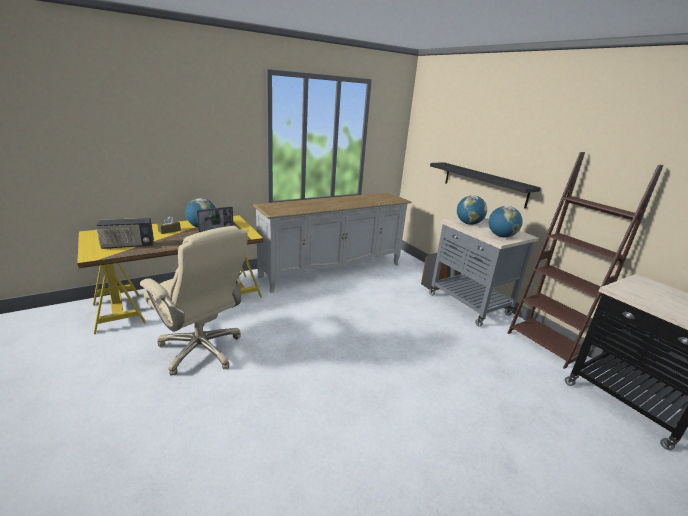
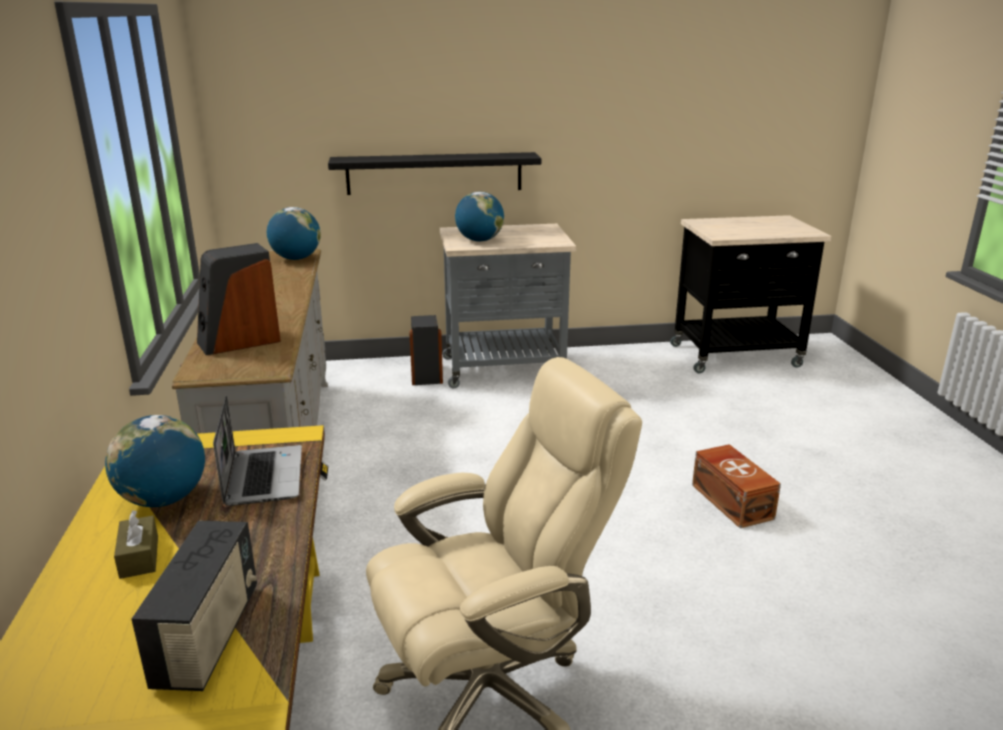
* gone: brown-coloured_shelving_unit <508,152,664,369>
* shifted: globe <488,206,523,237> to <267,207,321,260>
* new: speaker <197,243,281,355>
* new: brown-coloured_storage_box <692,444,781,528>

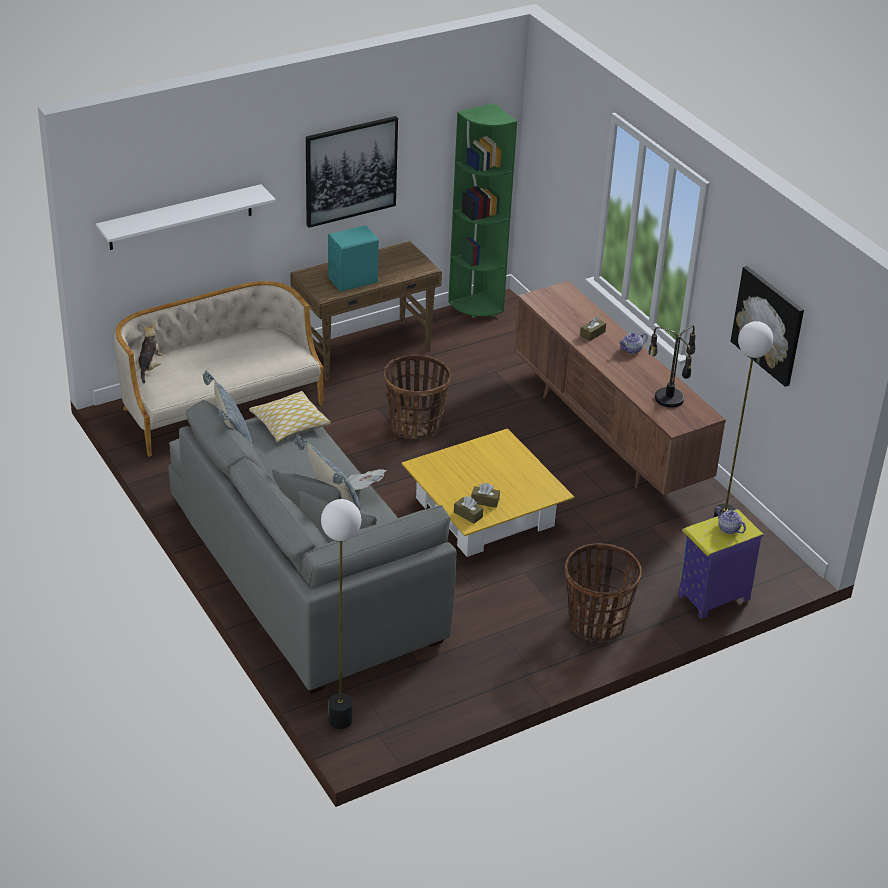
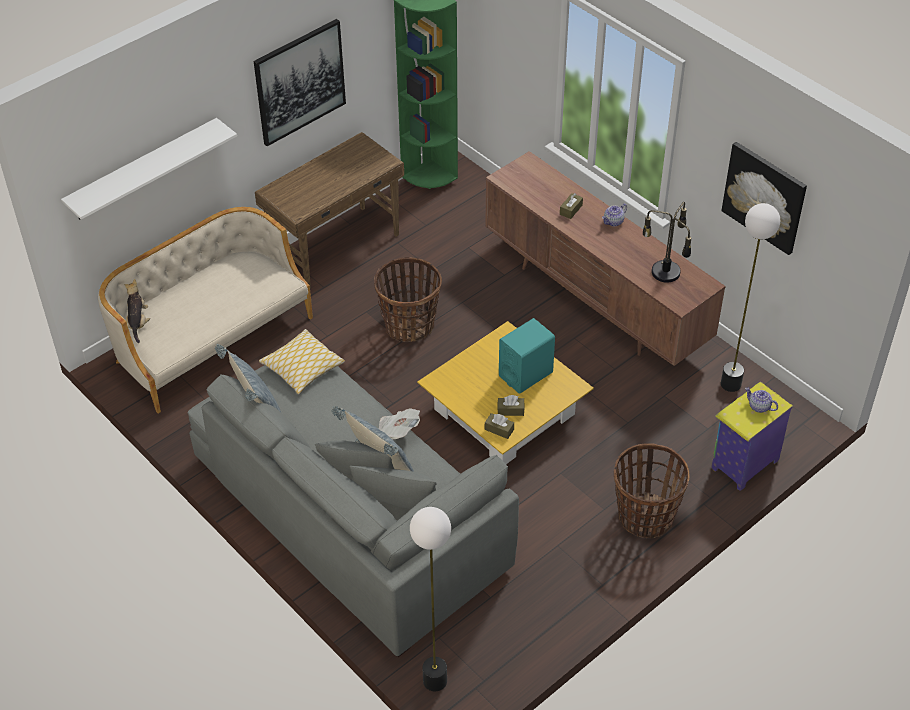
* shifted: turquoise_speaker <328,225,379,292> to <499,318,555,394>

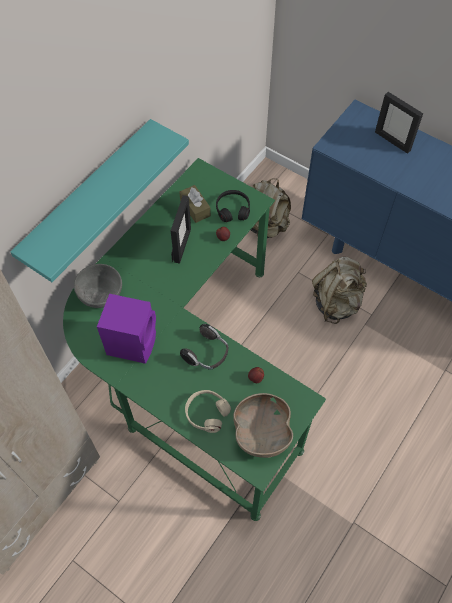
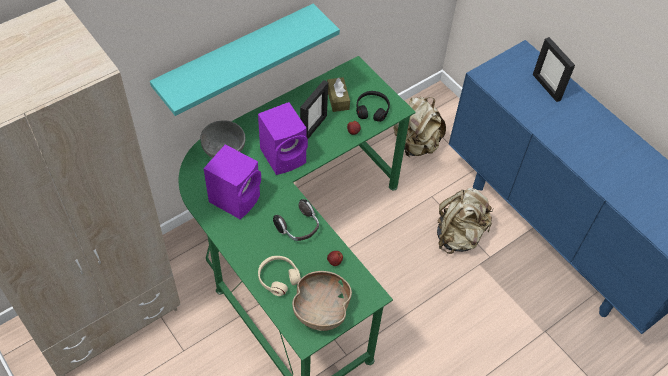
* new: purple_speaker <258,102,308,175>

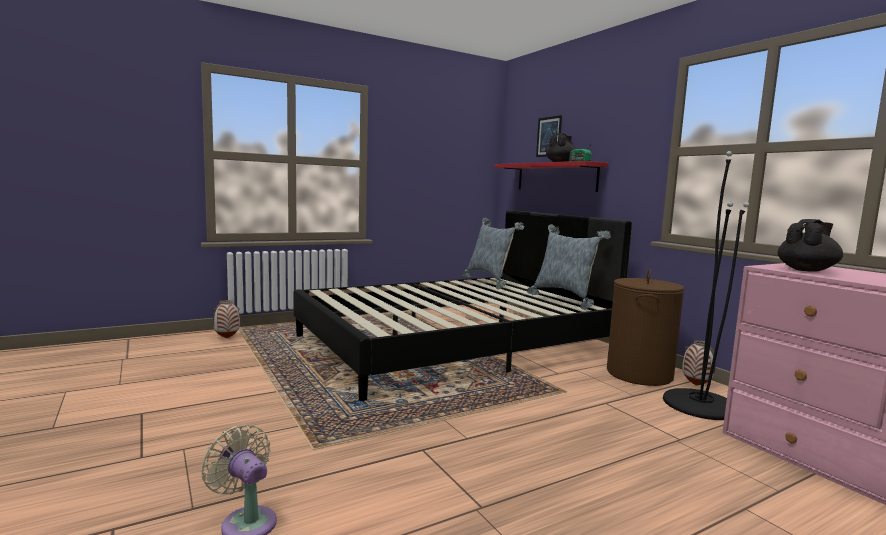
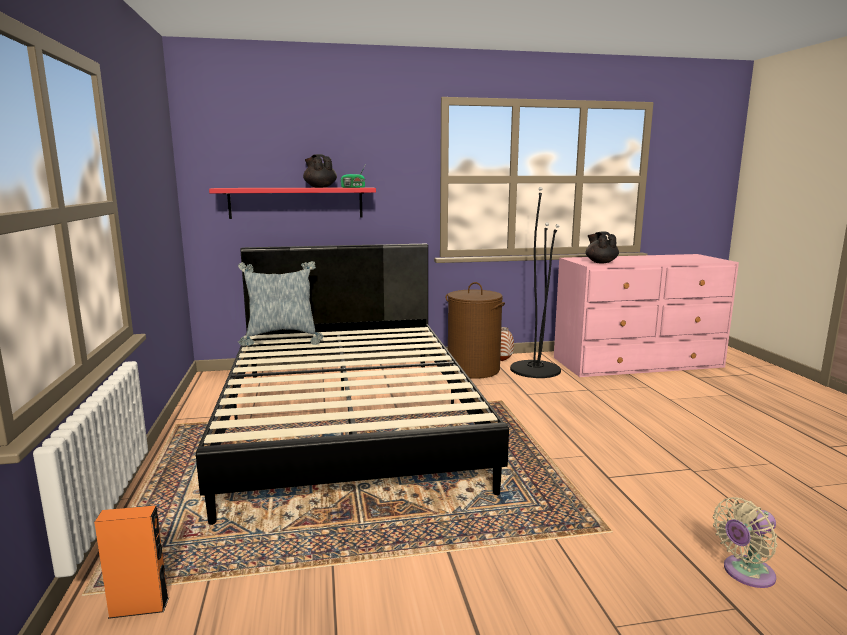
* gone: picture <536,115,562,157>
* gone: throw_pillow <527,224,611,310>
* swapped: flower_vase <213,300,240,338> to orangey_speaker <94,505,169,619>

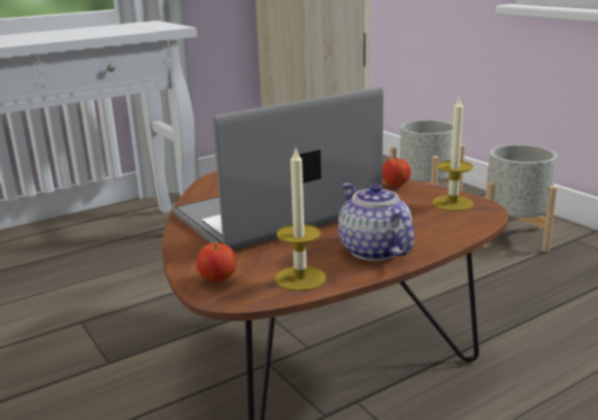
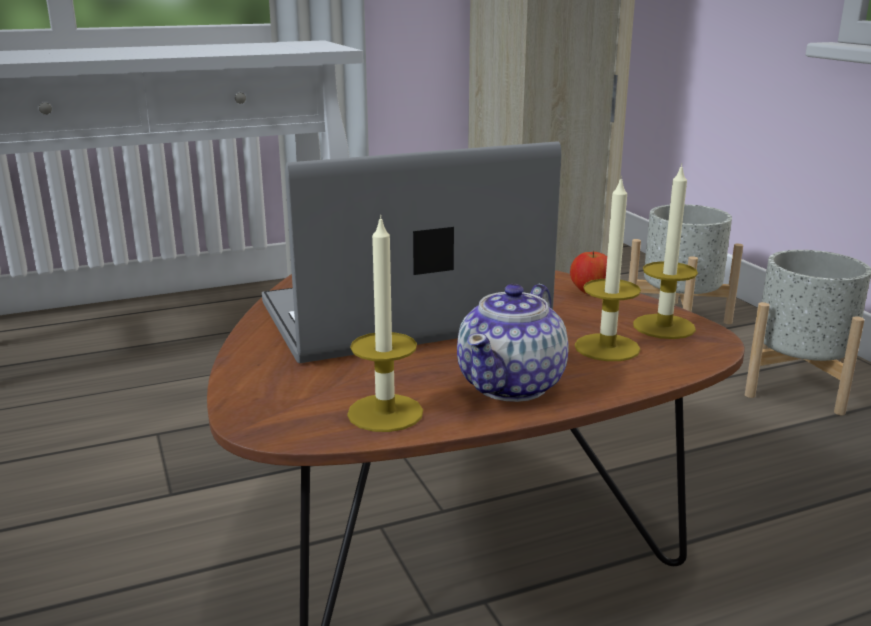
* rotated: teapot <338,183,414,261> = <457,284,568,402> 135 degrees counterclockwise
* gone: whole_apple <197,243,236,283>
* new: wax_candle <575,176,641,361>

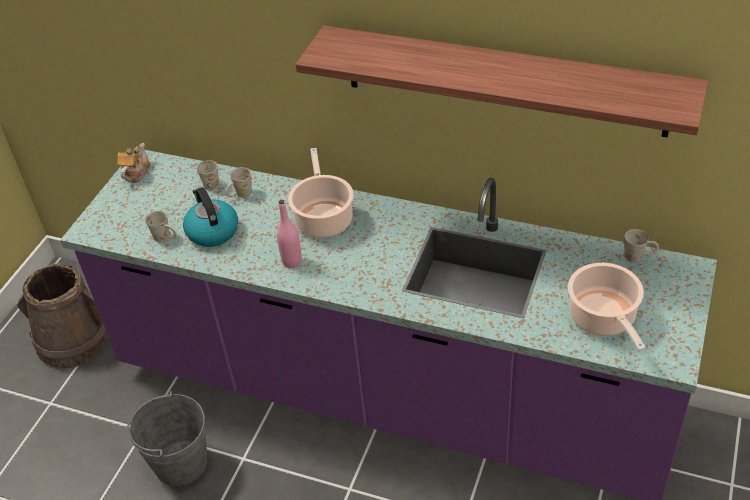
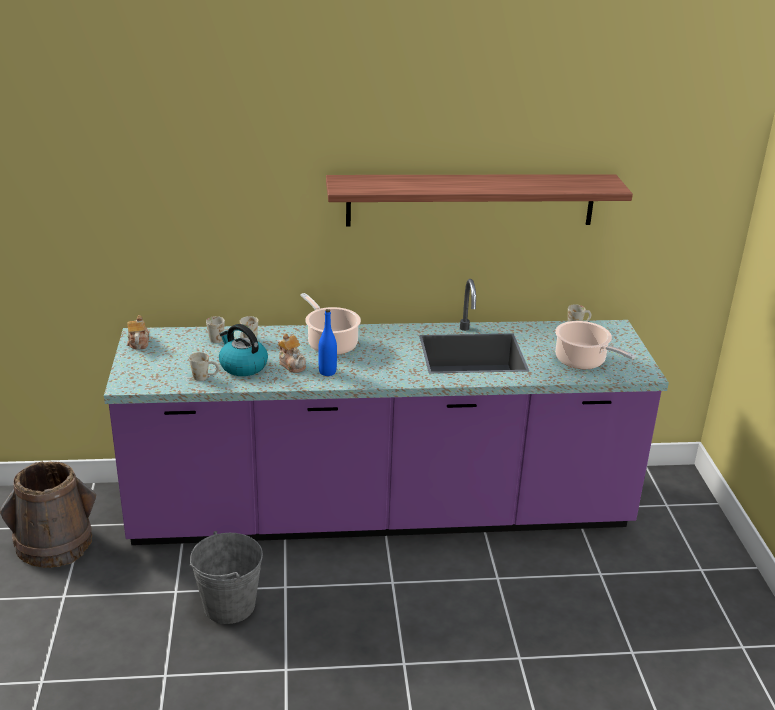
* repainted: pink-coloured_bottle <277,200,302,268> to blue-coloured_bottle <318,309,337,376>
* new: teapot <278,333,306,373>

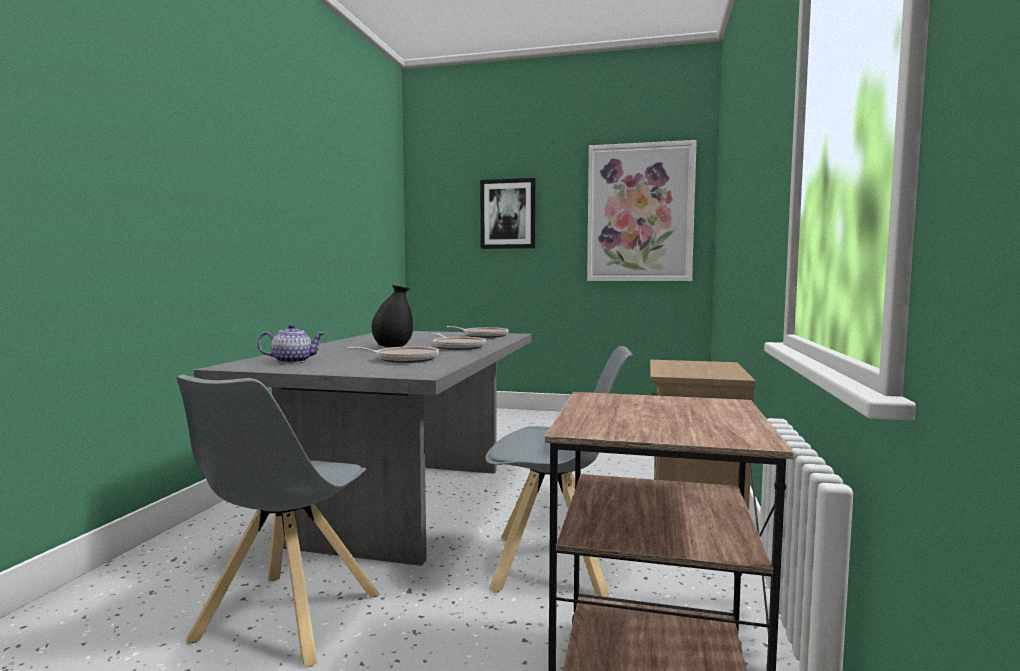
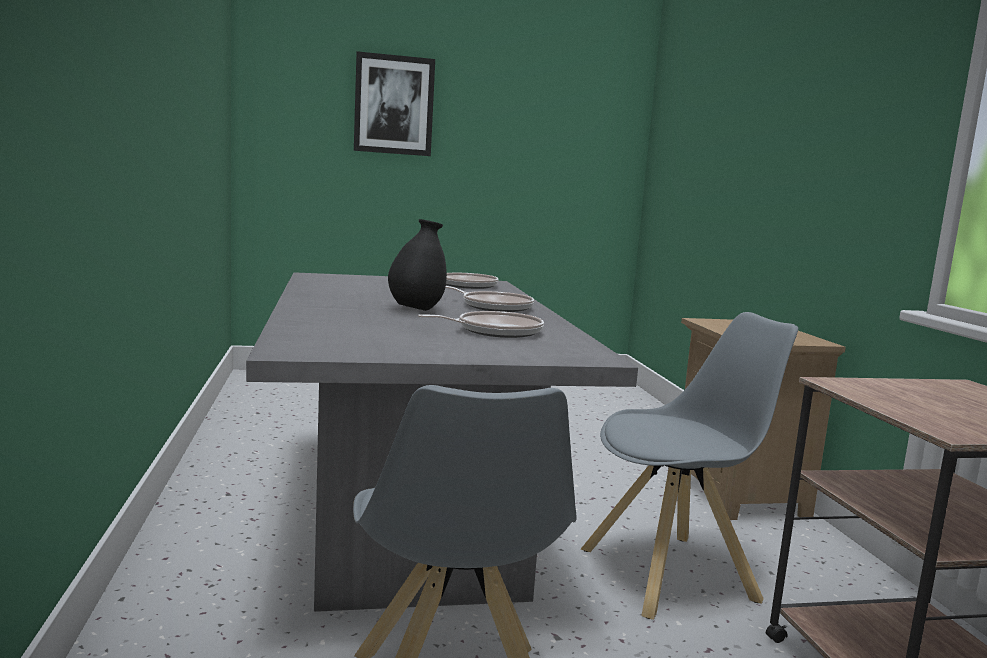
* gone: picture <587,140,697,281>
* gone: teapot <257,324,325,363>

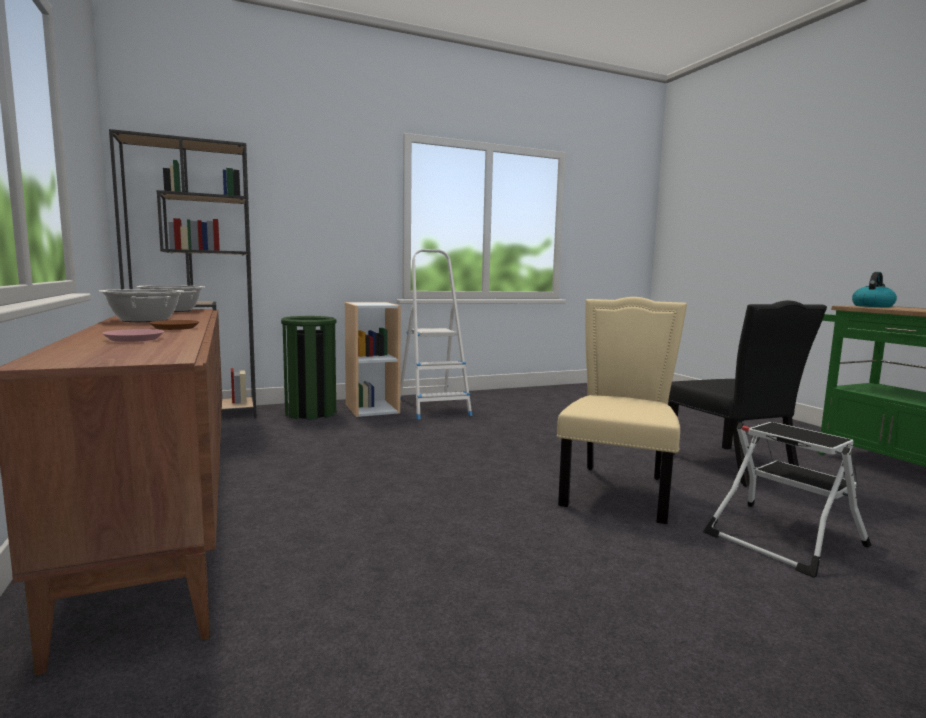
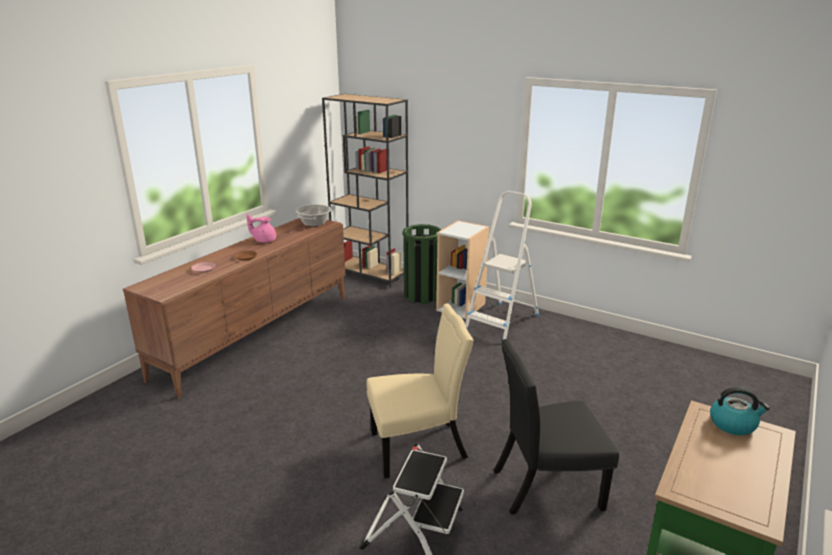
* swapped: saucepot <98,289,185,322> to pink-coloured_teapot <246,214,276,242>
* rotated: black_chair <668,300,827,487> = <493,339,619,515> 45 degrees clockwise

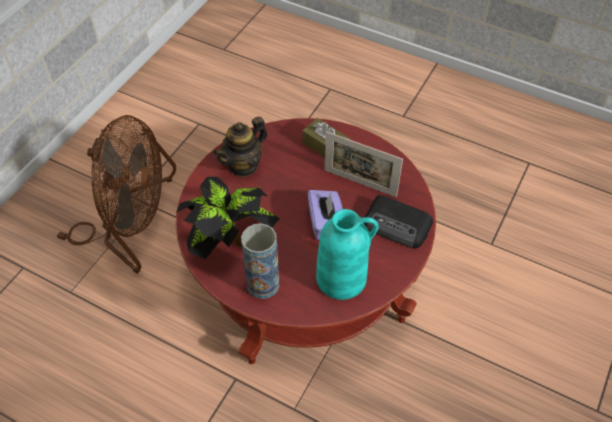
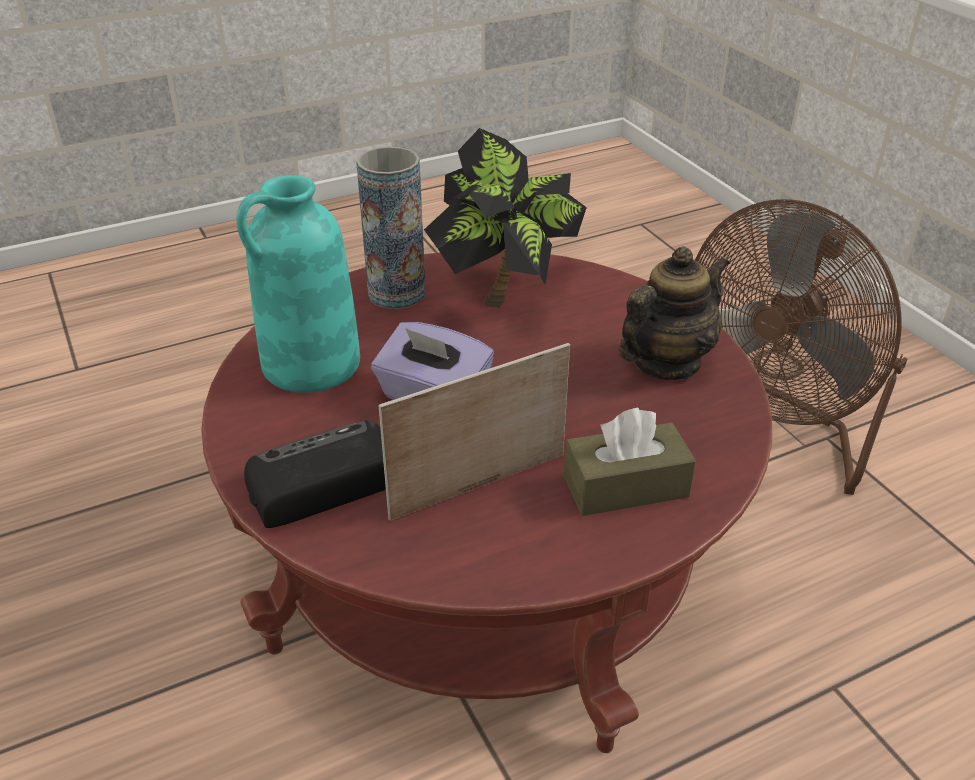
* rotated: teapot <213,116,267,177> = <619,246,730,380> 60 degrees clockwise

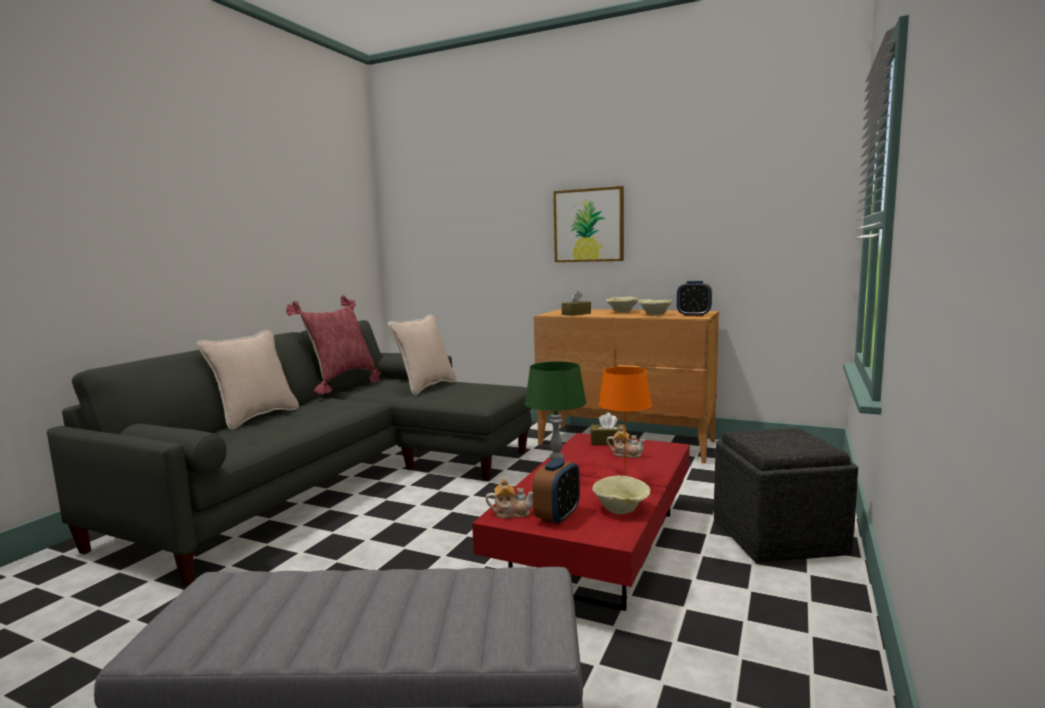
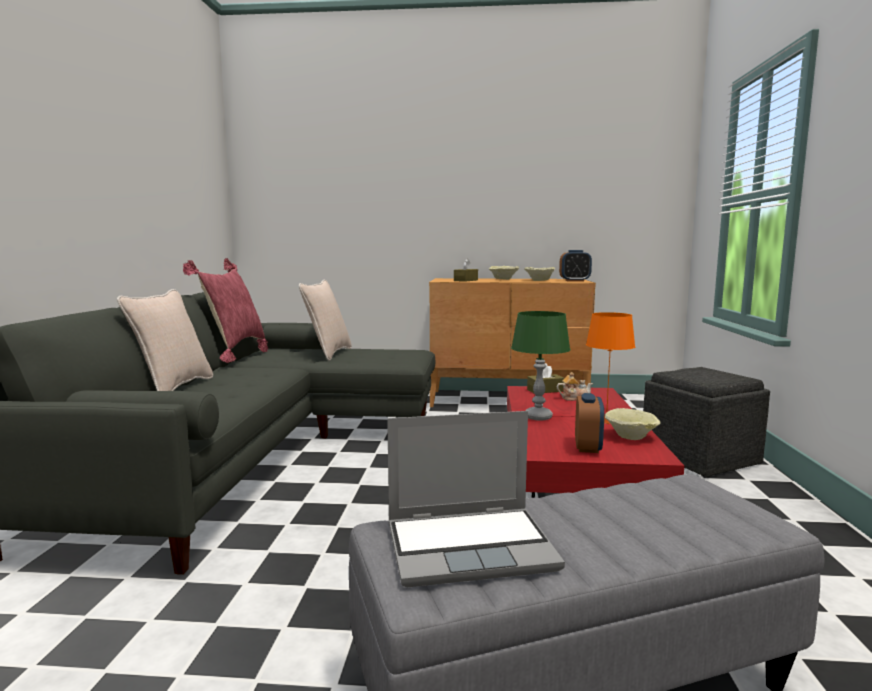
* gone: picture <553,186,624,262>
* gone: teapot <486,478,533,518>
* new: laptop <387,411,565,587>

